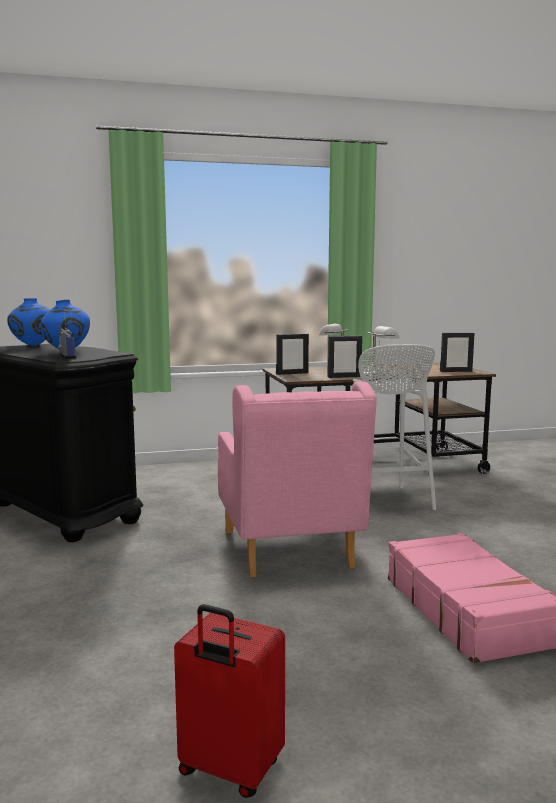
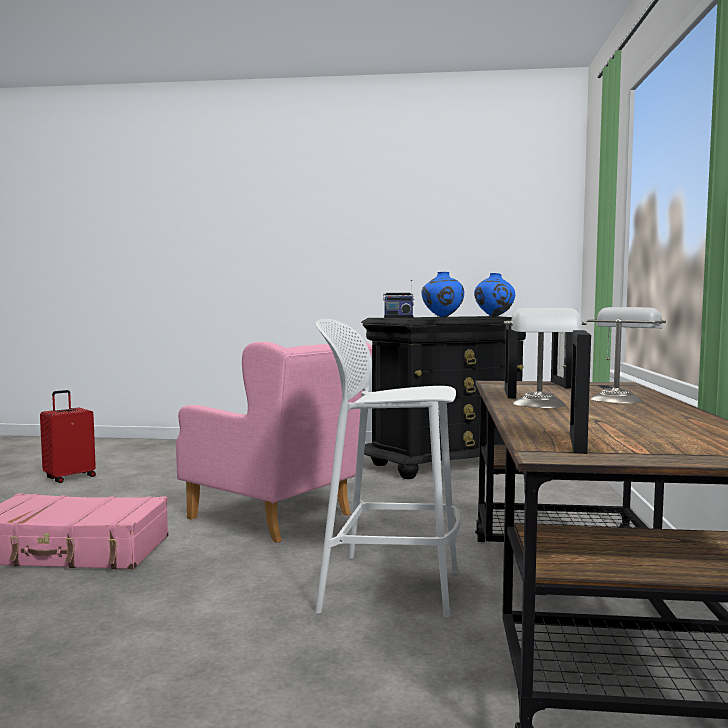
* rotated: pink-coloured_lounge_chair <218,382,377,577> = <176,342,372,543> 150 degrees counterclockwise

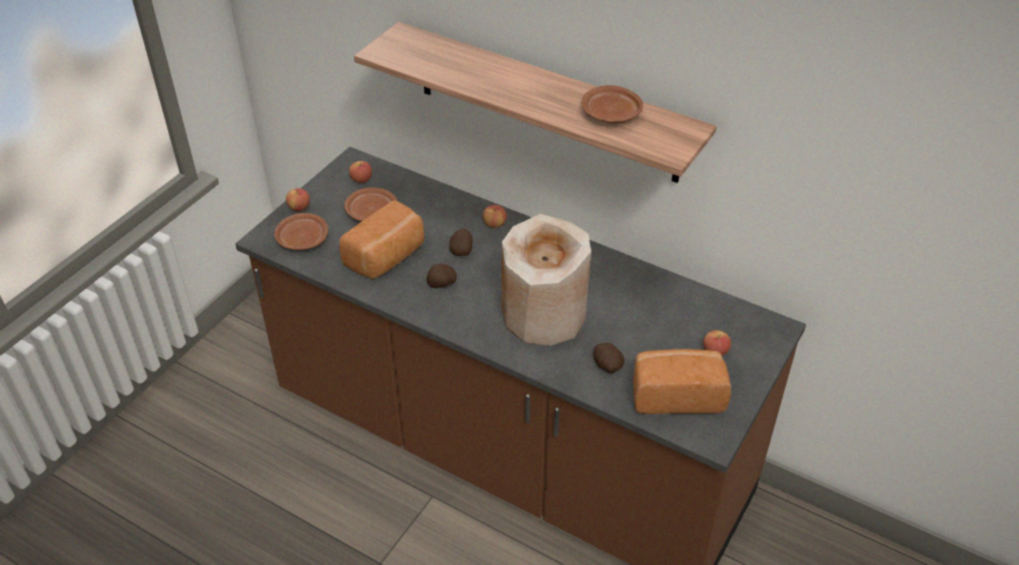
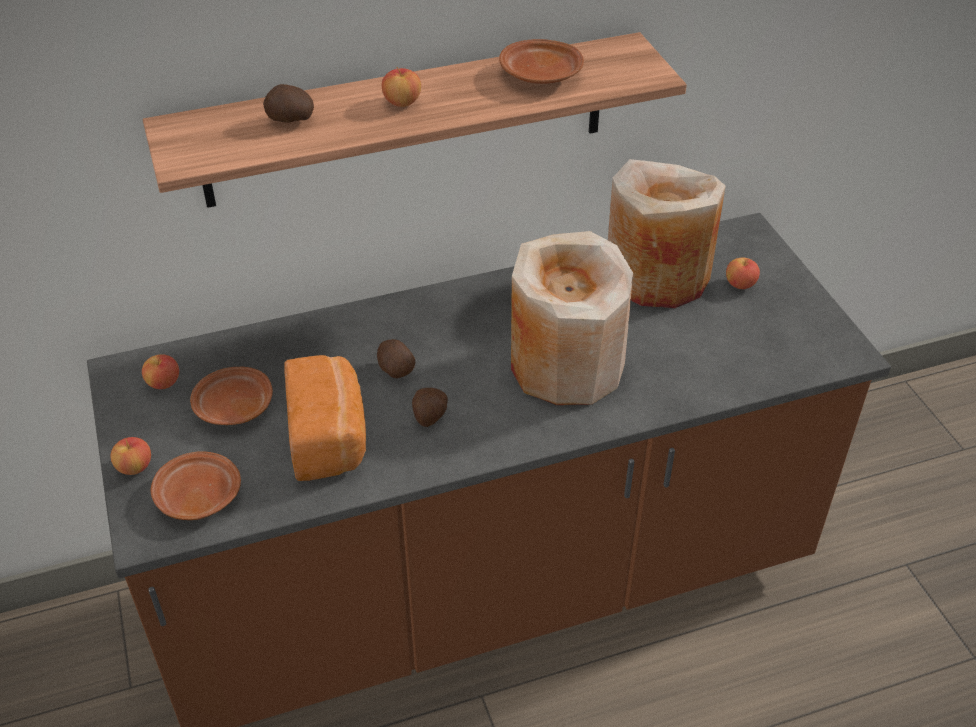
* shifted: whole_apple <483,205,507,228> to <382,67,421,107>
* shifted: potato <593,343,624,373> to <263,84,314,122>
* gone: baked_bread <633,349,731,414>
* new: sand-coloured_flower_vase <608,159,725,308>

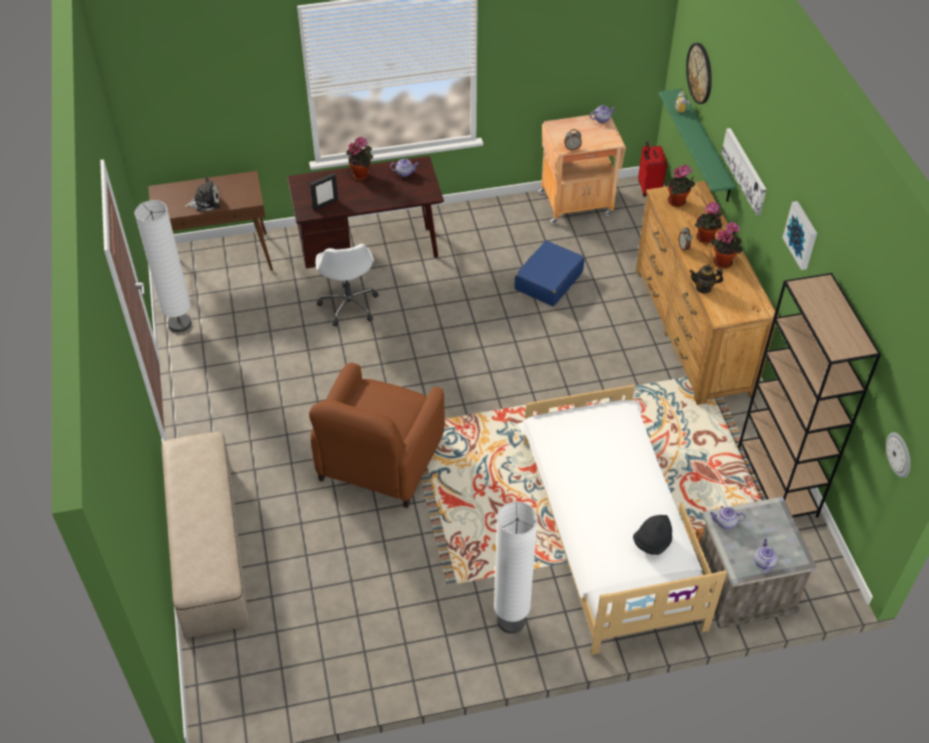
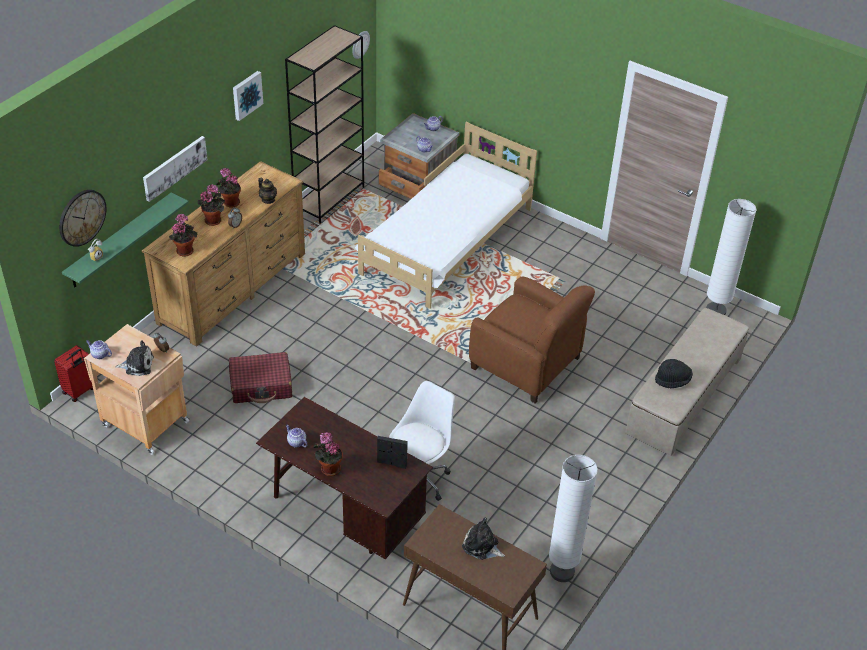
* repainted: blue-coloured_suitcase <515,240,585,306> to red_suitcase <229,352,292,403>
* rotated: brown-coloured_lounge_chair <309,363,445,508> = <469,277,595,404> 60 degrees clockwise
* shifted: whitish_floor_lamp <494,501,538,634> to <706,199,756,315>
* shifted: black_hat <633,515,672,555> to <655,359,693,388>
* new: plush_toy <115,340,154,376>

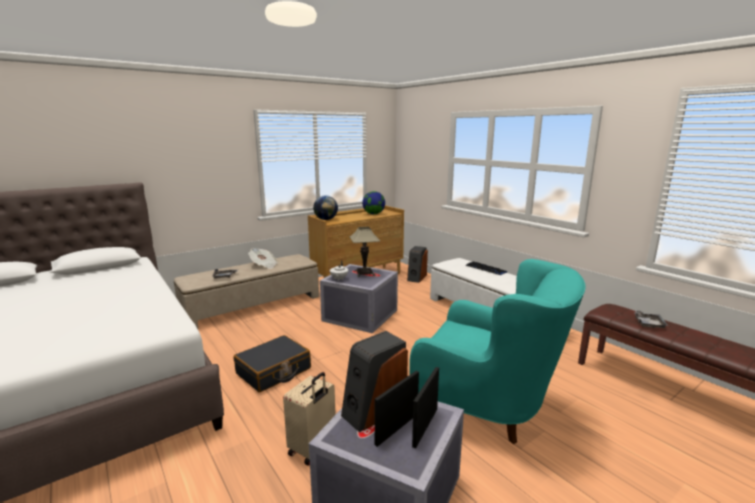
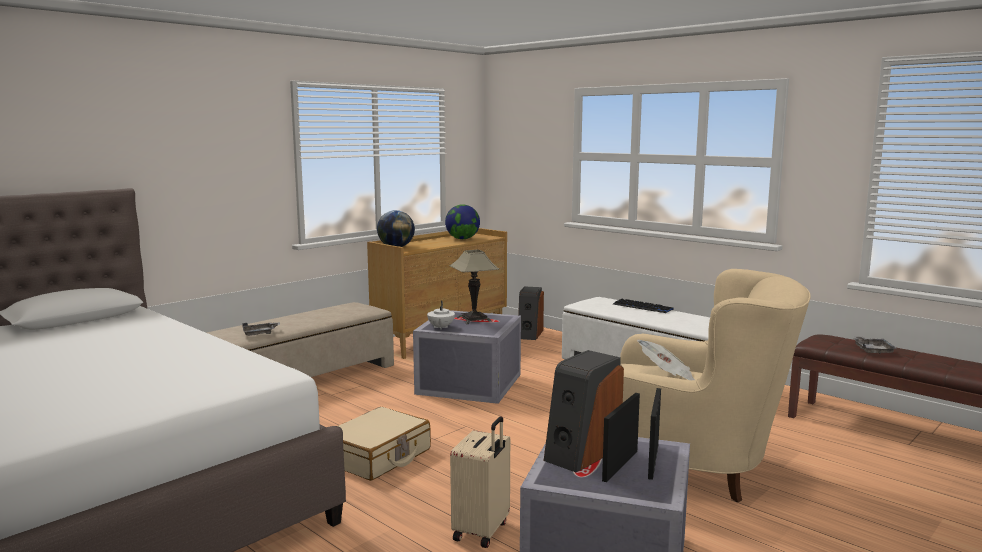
* shifted: daily_paper <248,248,278,269> to <637,339,695,380>
* repainted: turquoise_lounge_chair <409,259,585,444> to sand-coloured_lounge_chair <620,269,811,502>
* repainted: black_suitcase <234,335,311,392> to sand-coloured_suitcase <338,407,431,481>

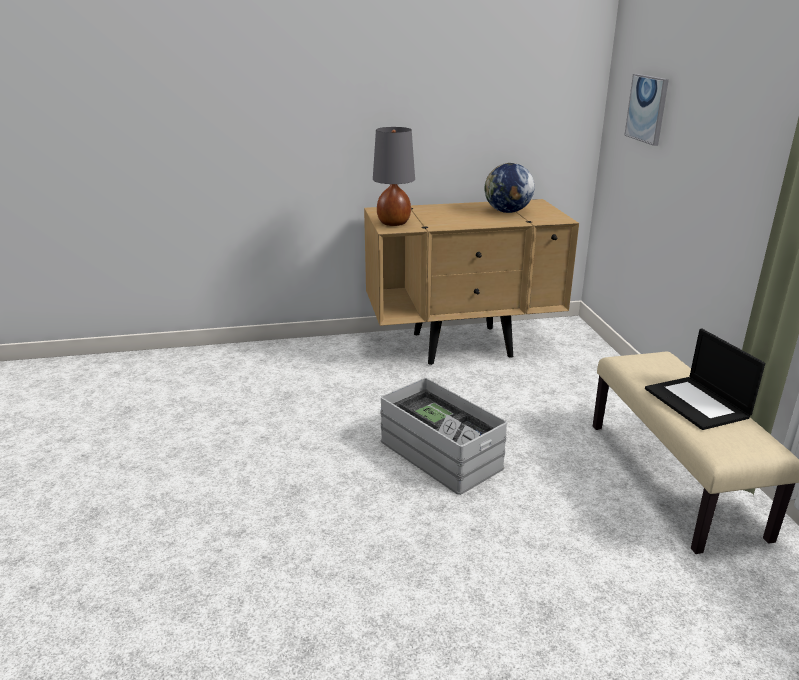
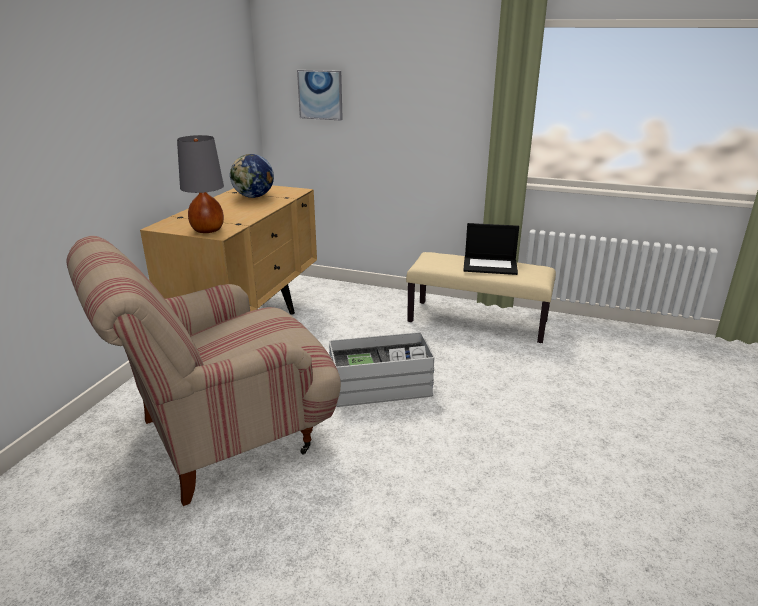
* new: sand-coloured_lounge_chair <67,236,341,506>

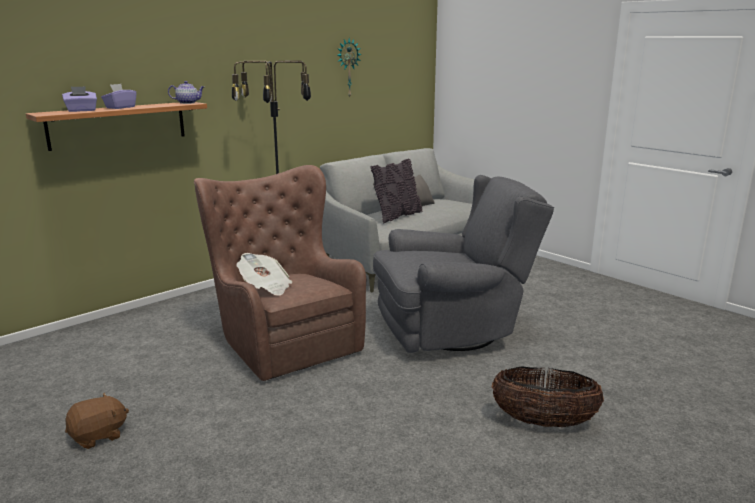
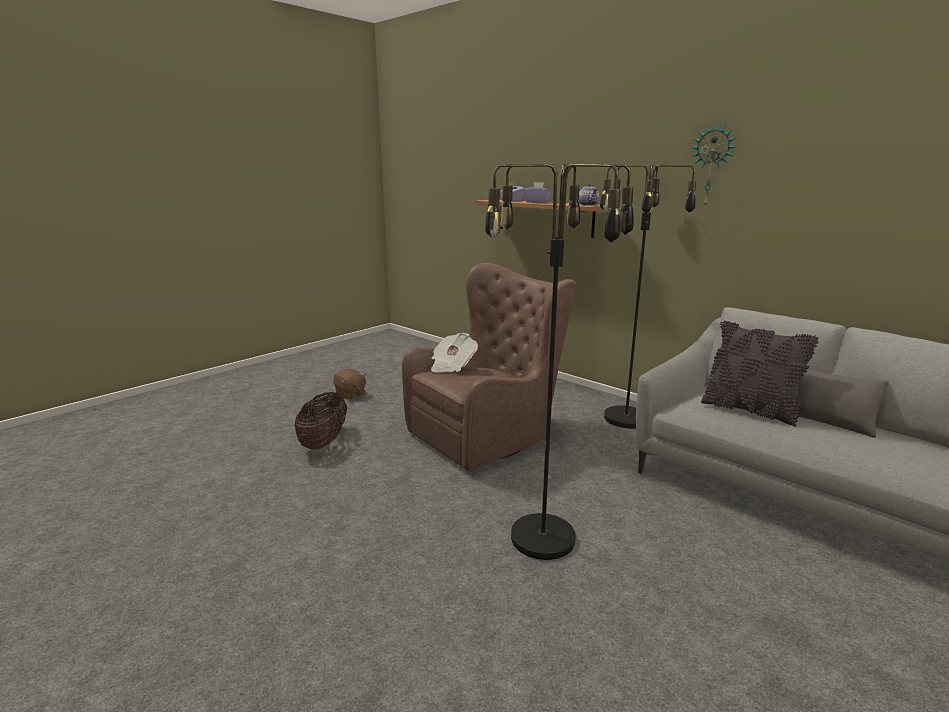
* shifted: clock_on_the_wall <337,39,362,97> to <692,123,736,207>
* swapped: gray_lounge_chair <373,175,554,353> to floor_lamp <485,164,634,560>
* shifted: storage_basket <492,366,604,427> to <294,392,347,450>

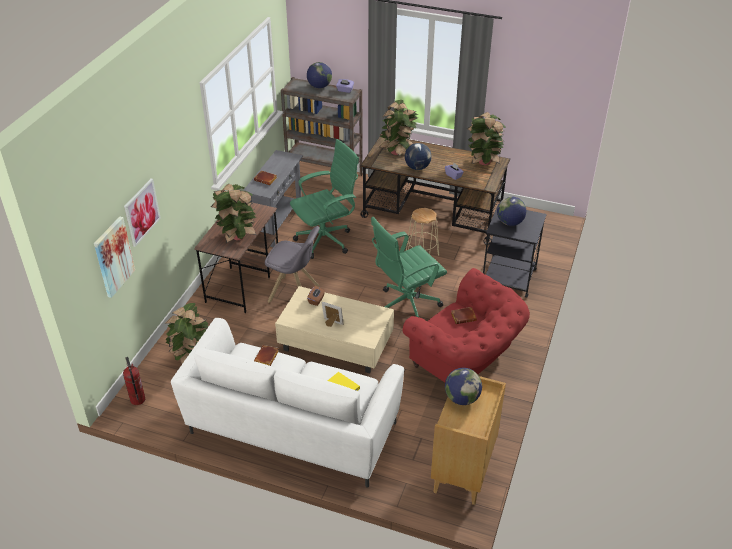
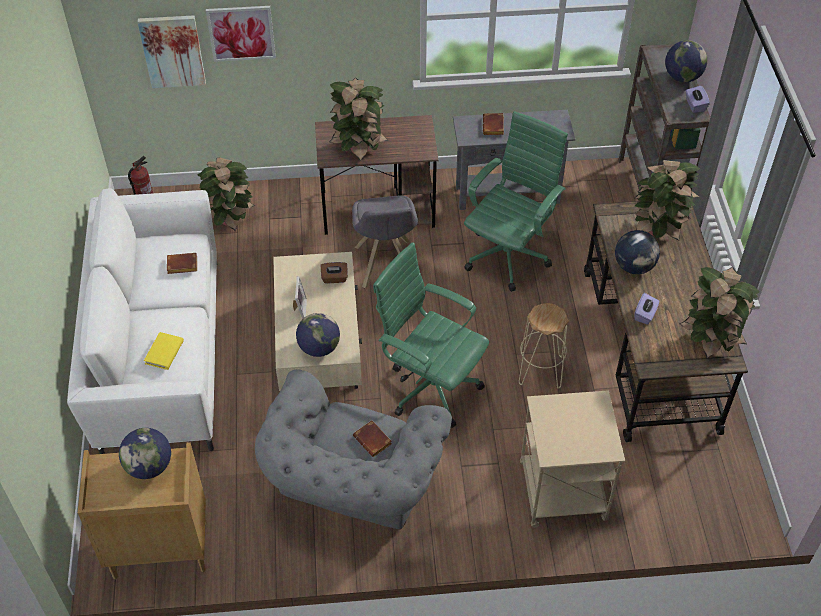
* rotated: green_computer_chair <290,139,359,259> = <464,111,568,292> 90 degrees counterclockwise
* shifted: globe <497,197,526,226> to <296,313,340,357>
* repainted: black_wheeled_cart <483,204,547,298> to sand-coloured_wheeled_cart <520,390,625,528>
* repainted: red_lounge_chair <403,268,530,382> to gray_lounge_chair <255,370,452,529>

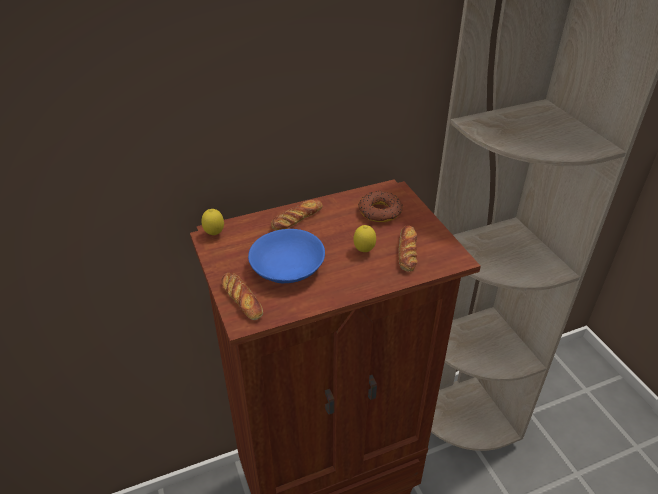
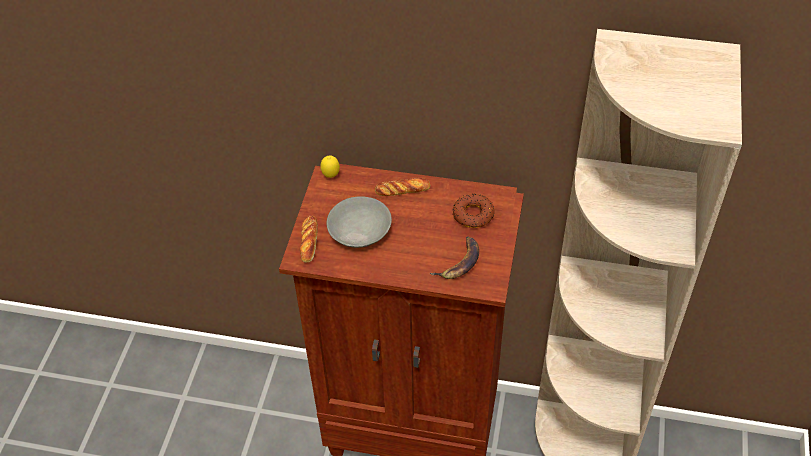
* gone: lemon <353,225,376,252>
* swapped: baked_bread <399,225,417,271> to whole_banana <430,236,479,279>
* repainted: blue-coloured_serving_bowl <248,229,325,283> to gray_serving_bowl <327,197,392,248>

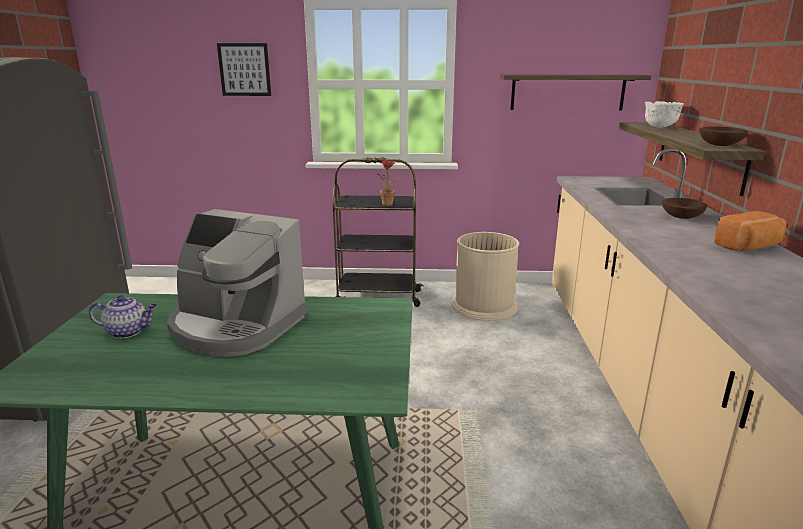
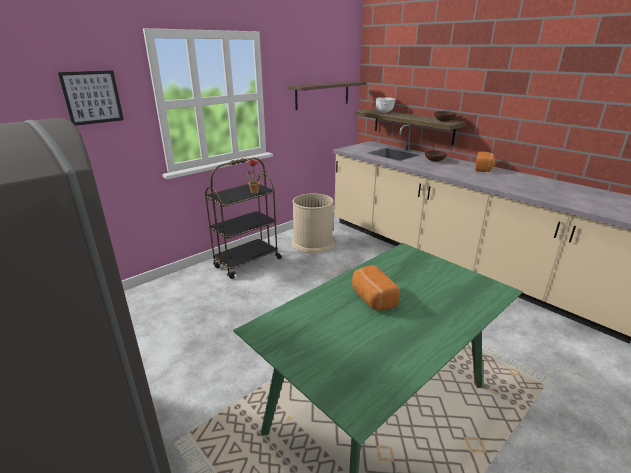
* swapped: coffee_brewer <167,209,308,357> to baked_bread <352,265,400,311>
* gone: teapot <89,295,157,338>

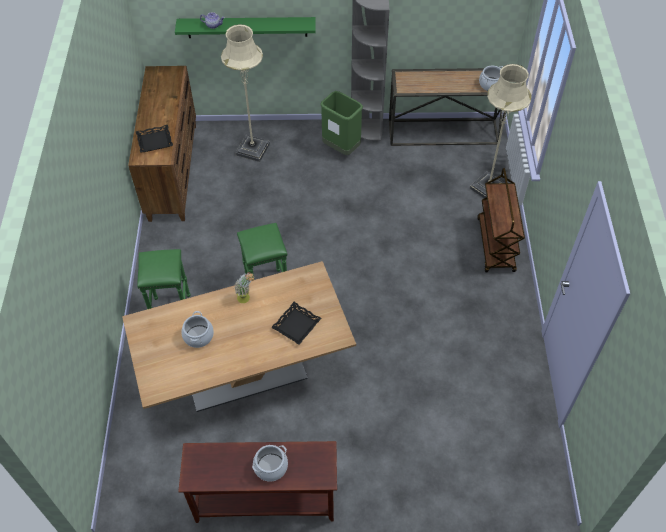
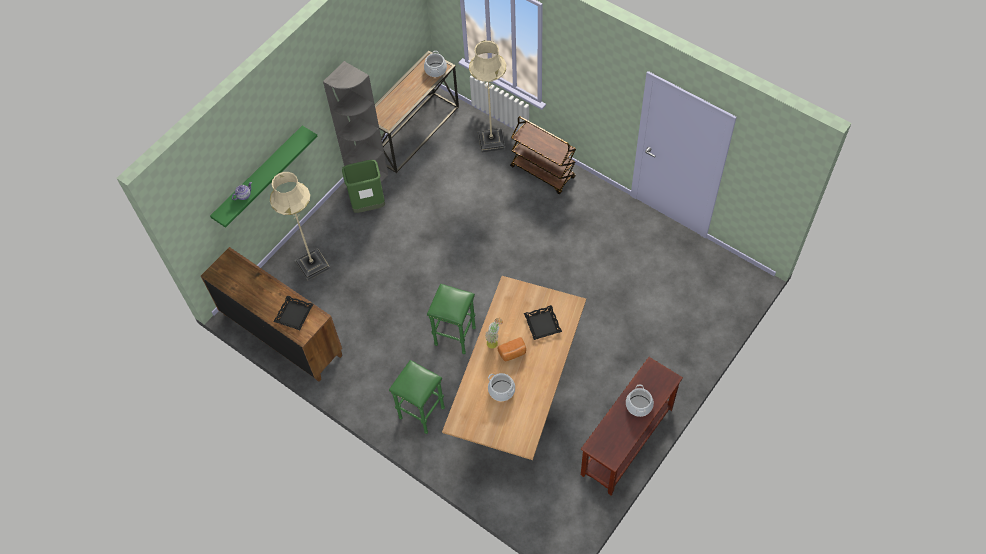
* new: baked_bread <498,337,526,361>

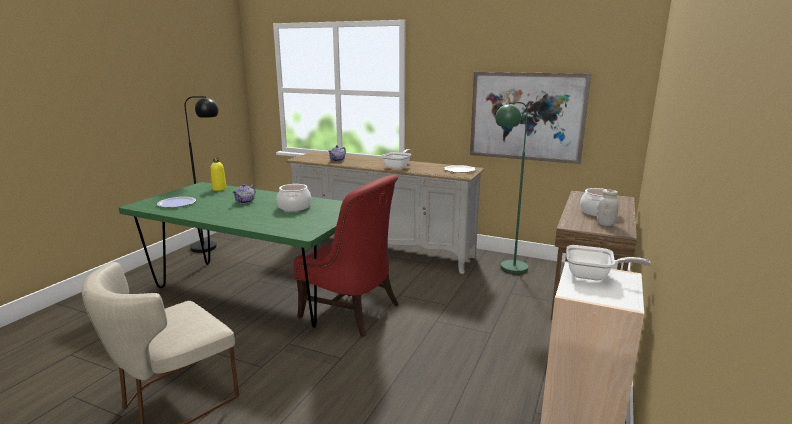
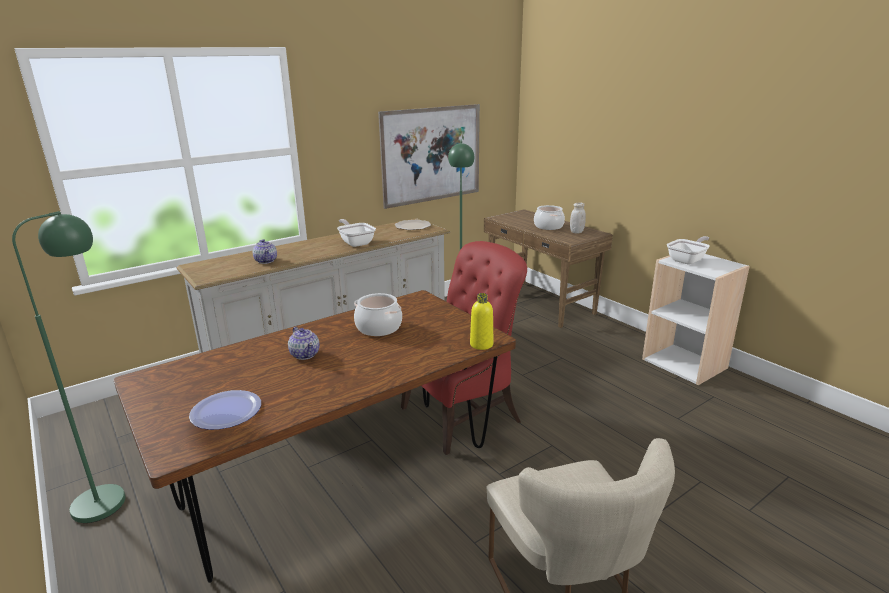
* repainted: black_floor_lamp <184,96,219,253> to green_floor_lamp <12,211,126,523>
* shifted: yellowish_bottle <211,157,227,191> to <470,293,493,350>
* repainted: green_dinner_table <119,182,351,328> to brown-coloured_dinner_table <113,290,516,583>

